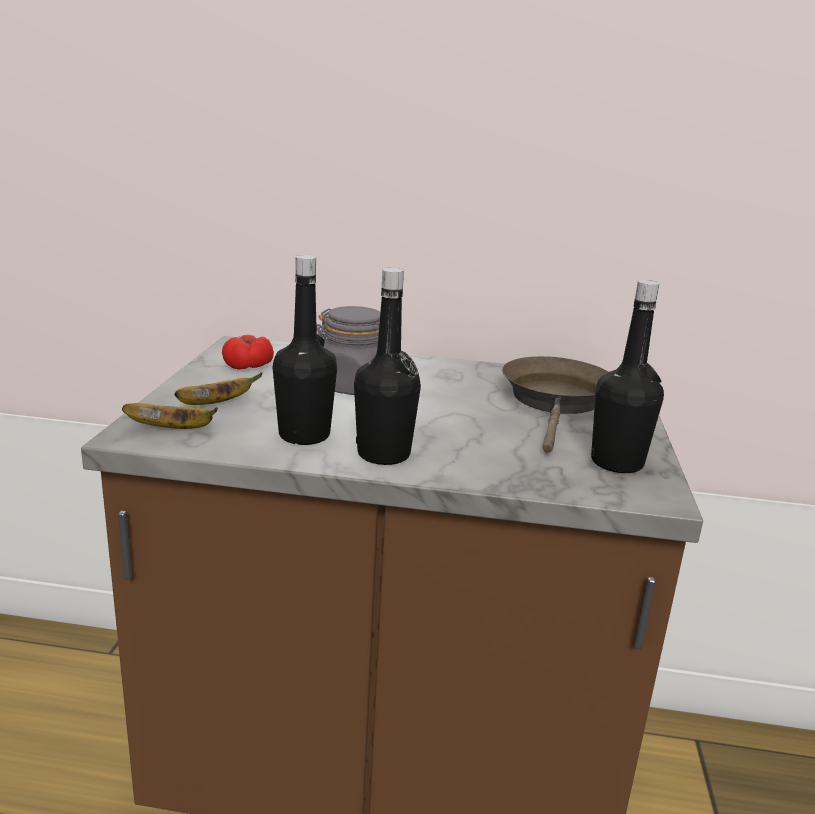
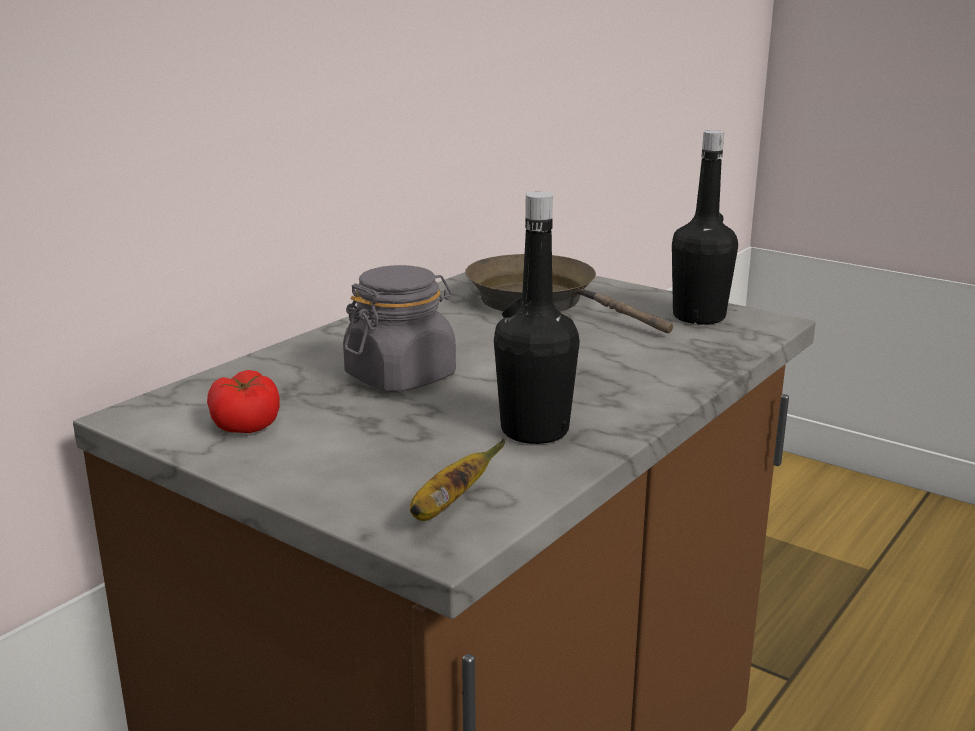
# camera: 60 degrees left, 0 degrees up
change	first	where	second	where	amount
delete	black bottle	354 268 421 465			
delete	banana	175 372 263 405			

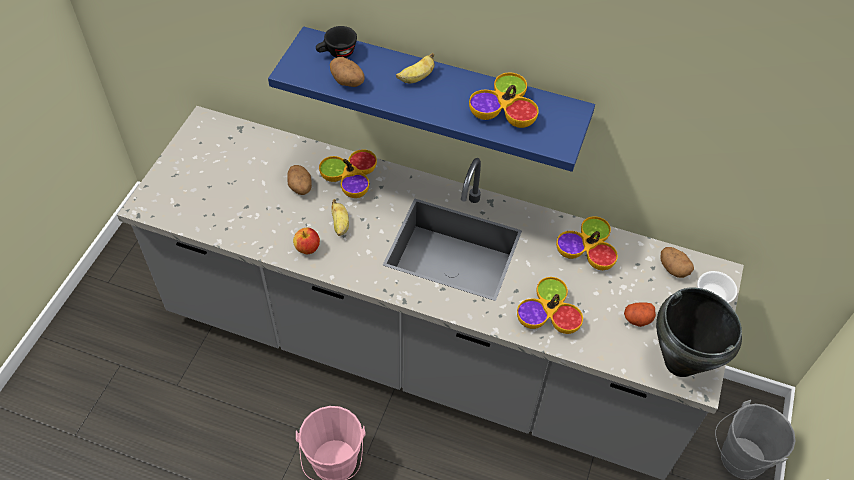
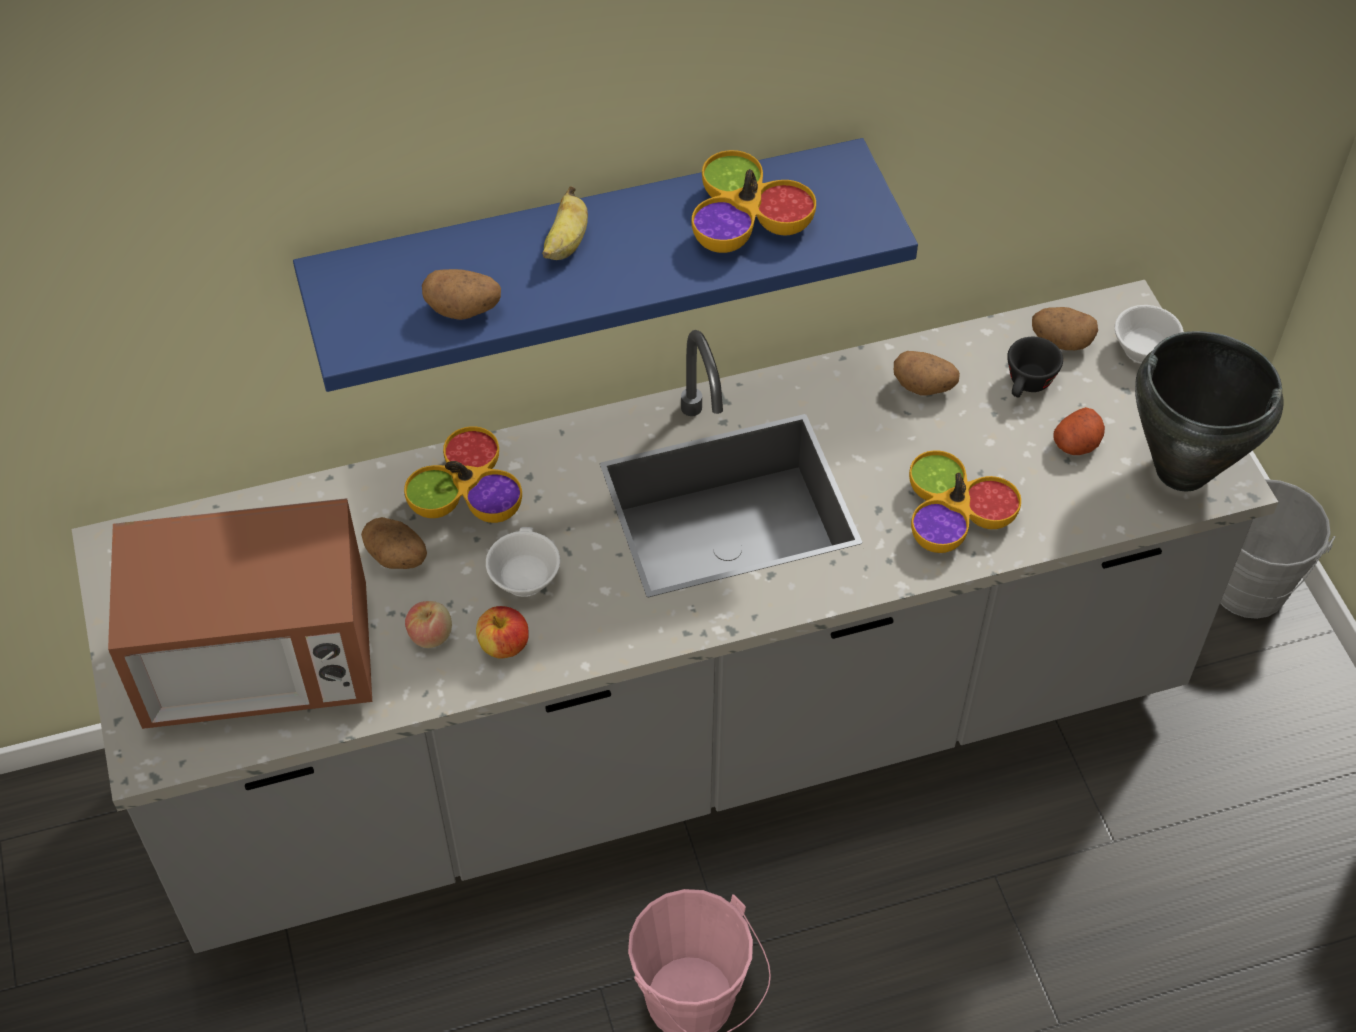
# camera: 35 degrees left, 0 degrees up
change	first	where	second	where	amount
move	black cup	316 26 357 58		1007 337 1063 398	
replace	banana	331 199 349 236	white cup	486 527 560 597	
replace	bowl	556 216 618 270	potato	894 351 960 395	
insert			microwave	108 498 372 729	
insert			apple	405 601 452 648	

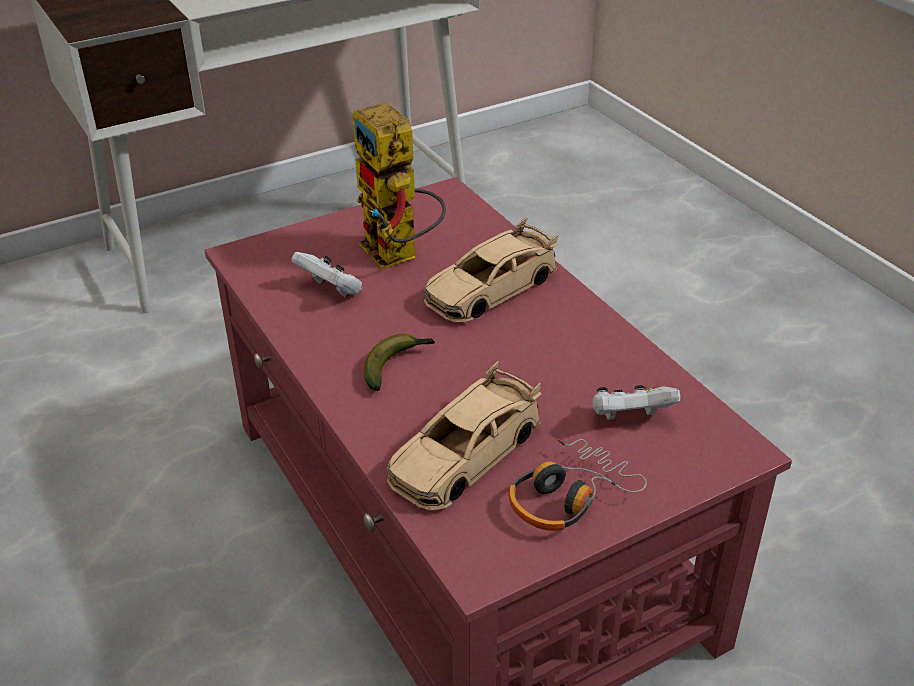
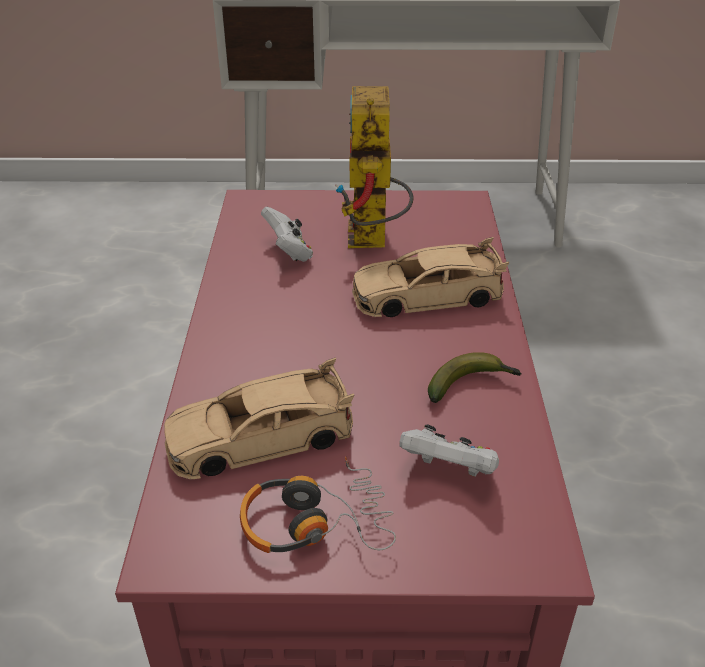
# camera: 30 degrees right, 0 degrees up
change	first	where	second	where	amount
move	banana	364 334 435 391		428 352 522 403	

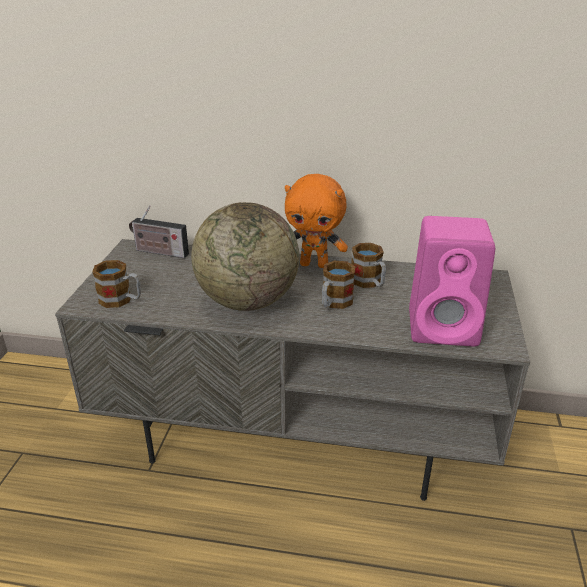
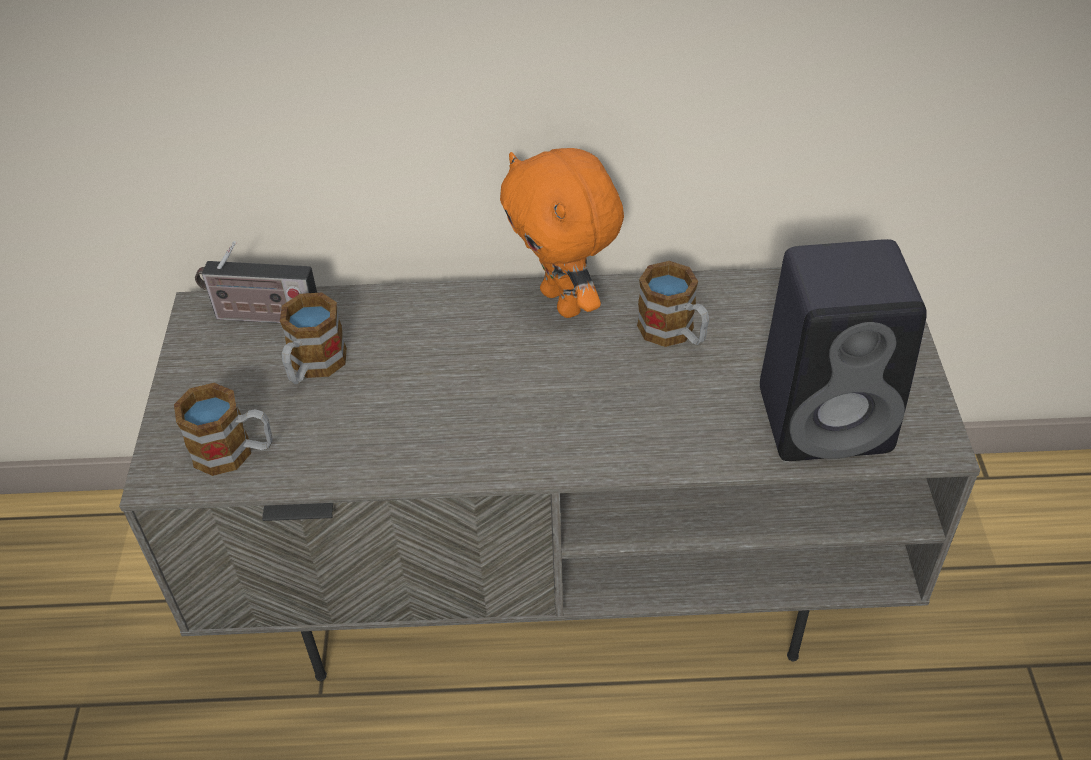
# camera: 10 degrees left, 15 degrees up
change	first	where	second	where	amount
rotate	orange plush toy	285 174 348 268		500 148 624 318	60 degrees clockwise
delete	globe	191 202 299 311			
recolor	pink speaker	409 216 495 346	black speaker	760 239 927 461	
move	mug	322 261 355 309		280 292 347 384	

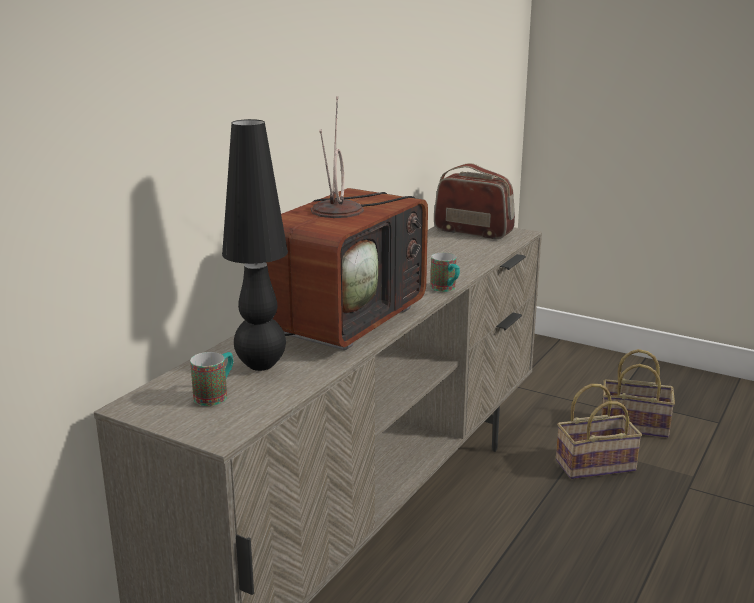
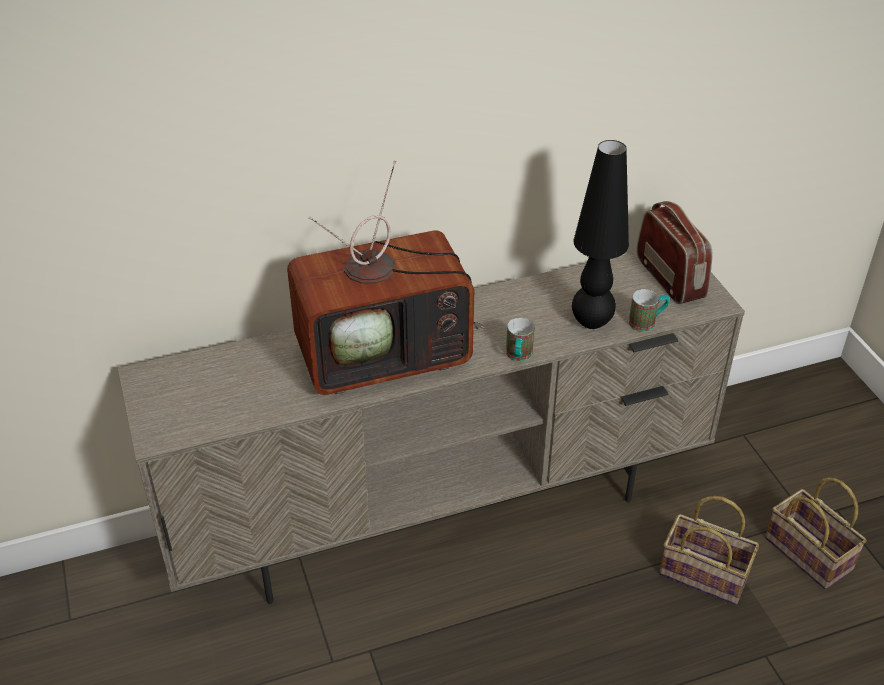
# camera: 40 degrees right, 20 degrees up
change	first	where	second	where	amount
move	black table lamp	222 119 288 371		572 140 629 329	
move	mug	190 352 233 406		629 289 669 332	

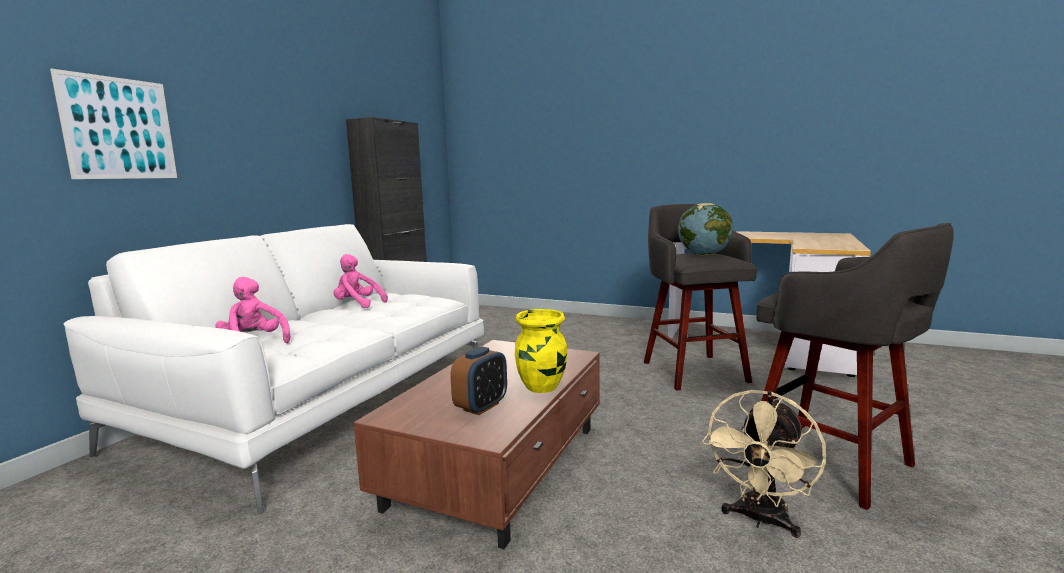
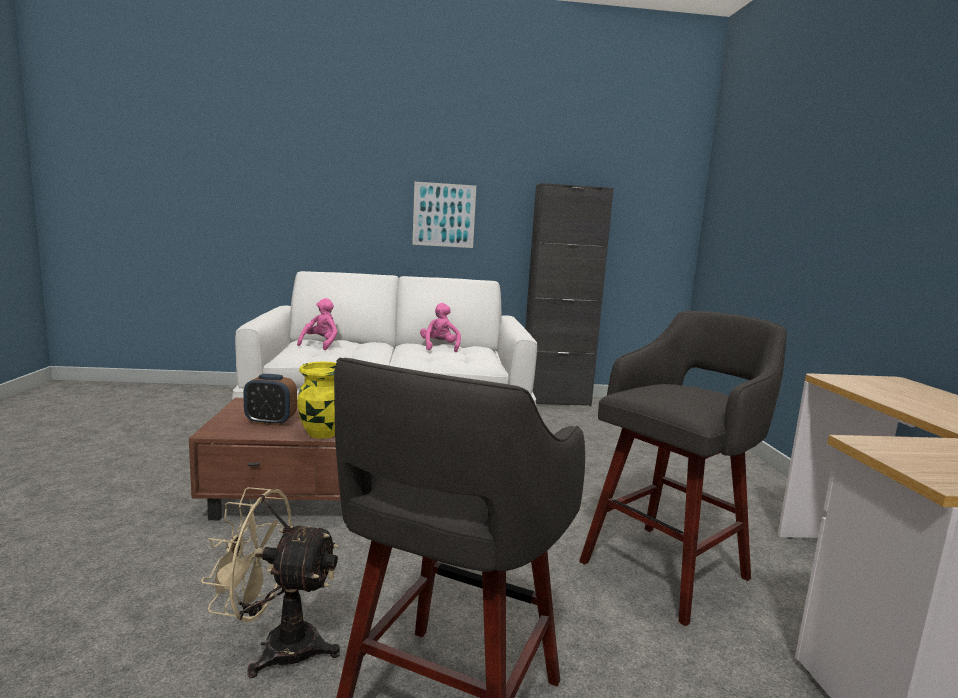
# camera: 60 degrees right, 0 degrees up
change	first	where	second	where	amount
move	picture	50 68 177 179		412 182 476 248	
delete	globe	678 203 733 256			

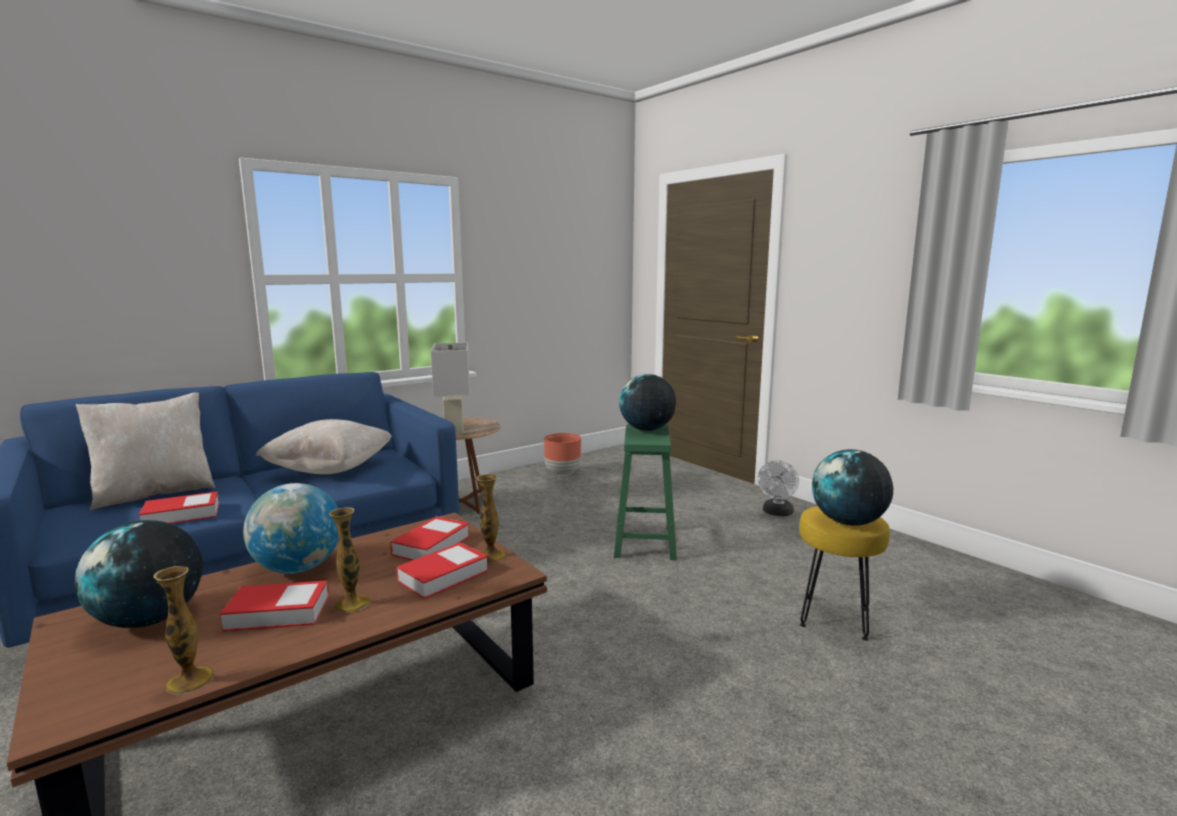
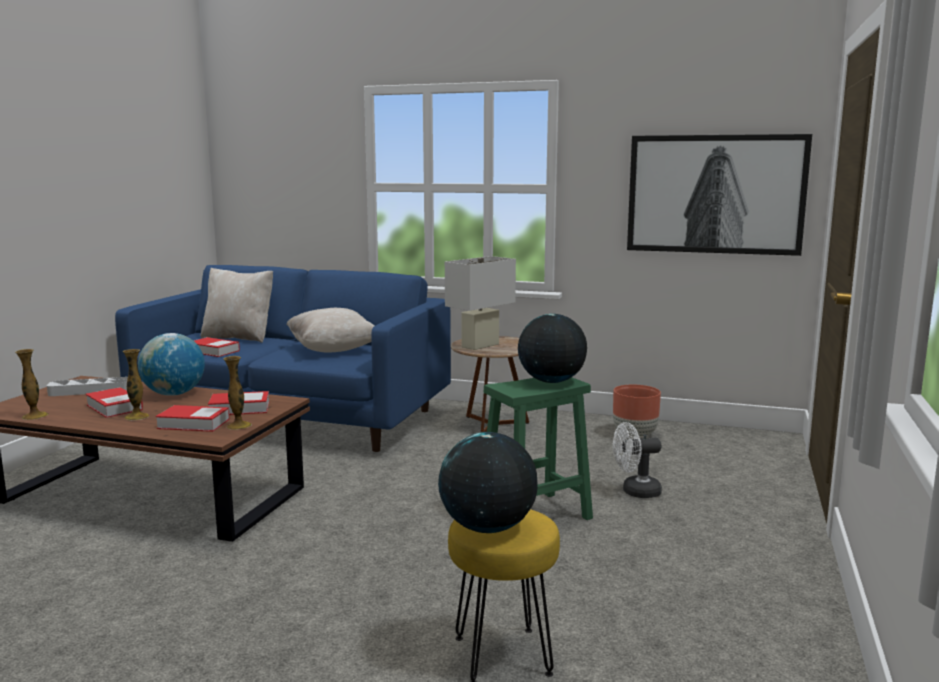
# camera: 55 degrees right, 0 degrees up
change	first	where	second	where	amount
move	white fan	758 460 799 516		612 422 662 498	
replace	globe	75 520 203 628	grey tray	47 377 128 396	
insert			picture	627 134 812 256	

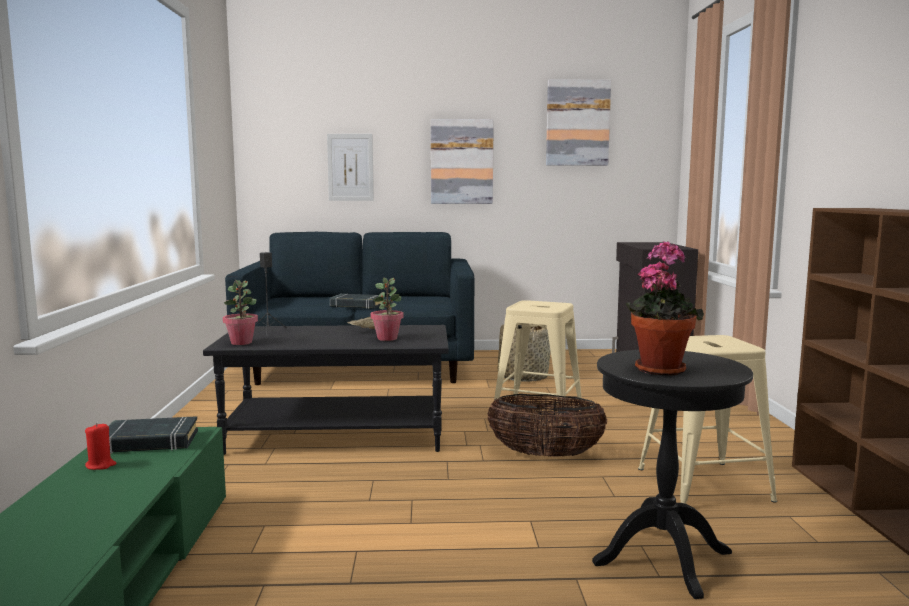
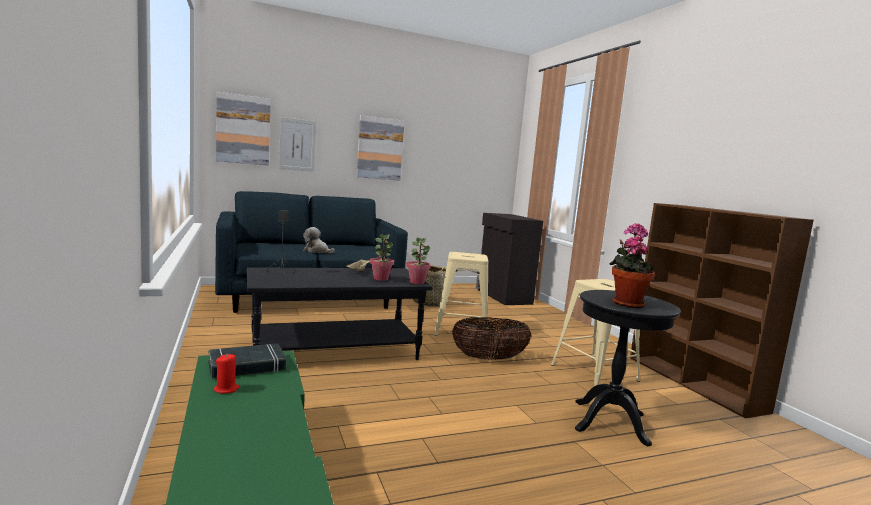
# camera: 20 degrees left, 0 degrees up
change	first	where	second	where	amount
move	picture	546 79 611 166		216 92 271 165	
move	potted plant	223 280 258 345		406 237 431 284	
replace	black book	330 294 385 309	plush toy	303 227 335 253	

